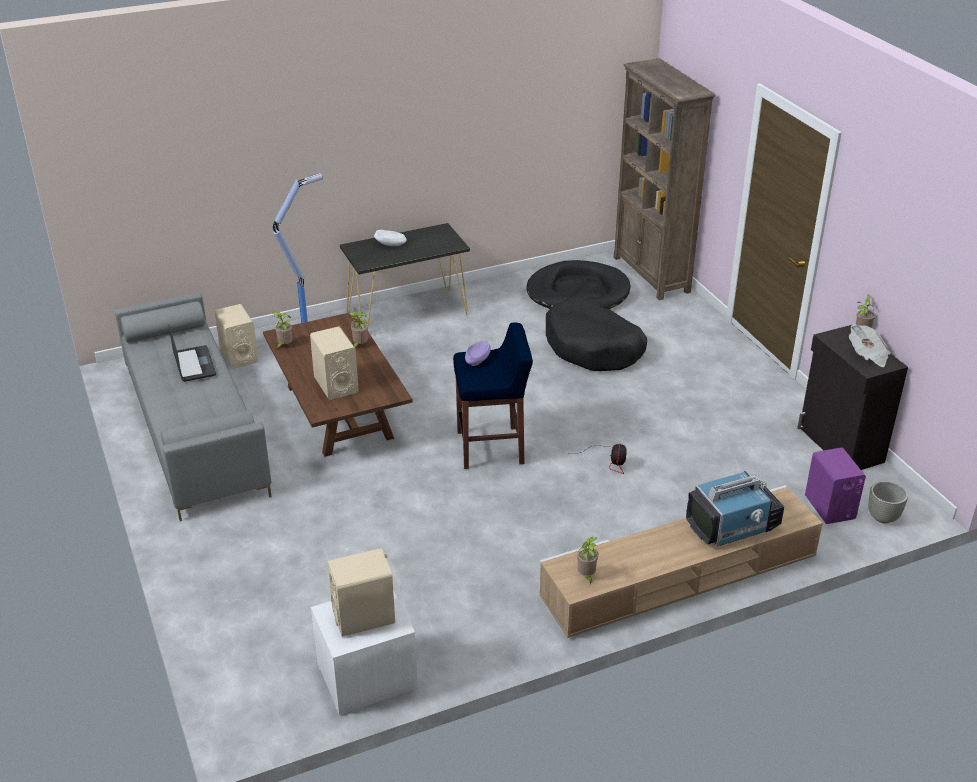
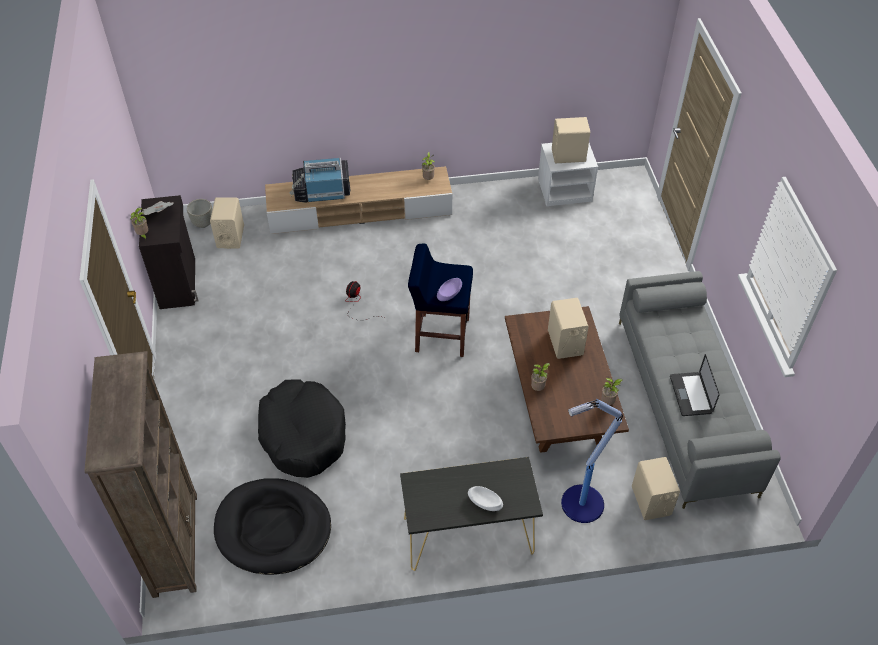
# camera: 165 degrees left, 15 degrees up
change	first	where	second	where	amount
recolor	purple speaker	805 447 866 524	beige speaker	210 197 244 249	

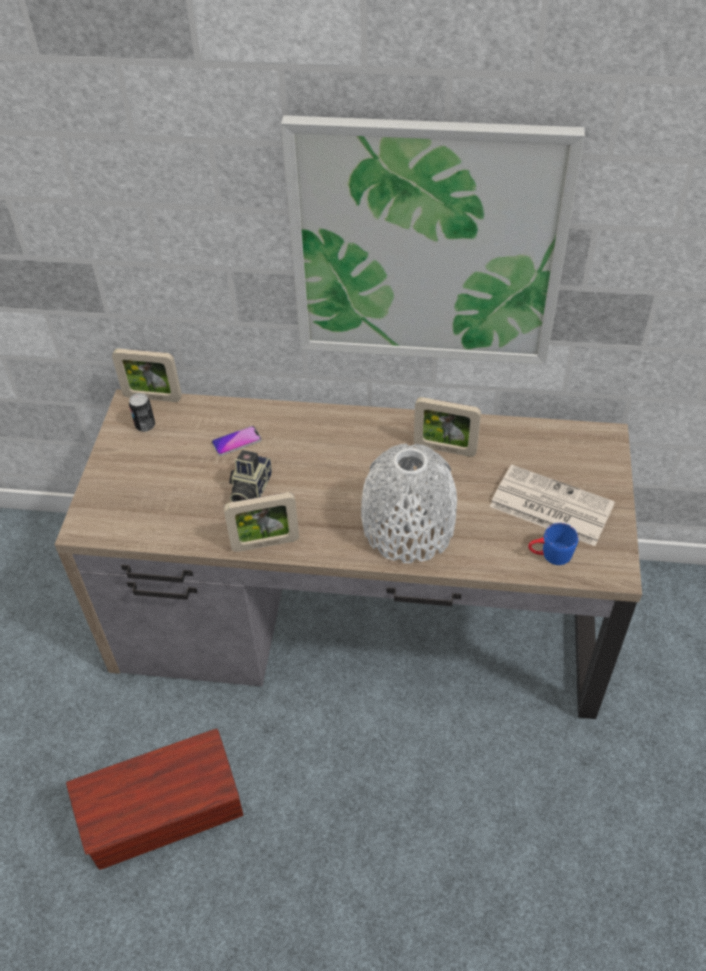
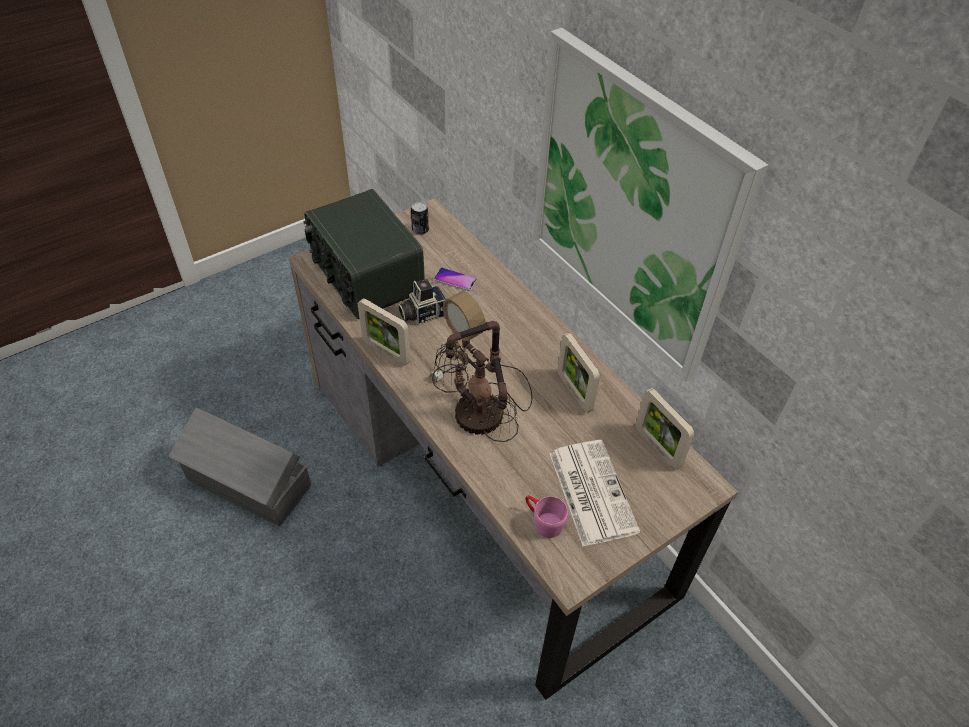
# camera: 45 degrees right, 0 degrees up
change	first	where	second	where	amount
move	picture frame	112 348 182 402		636 388 695 470	
replace	white vase	361 443 457 563	table lamp	429 292 532 442	
recolor	blue mug	528 523 578 565	pink mug	525 495 568 538	
recolor	brown storage box	66 729 243 870	grey storage box	168 408 311 526	
insert			radio	303 189 425 319	

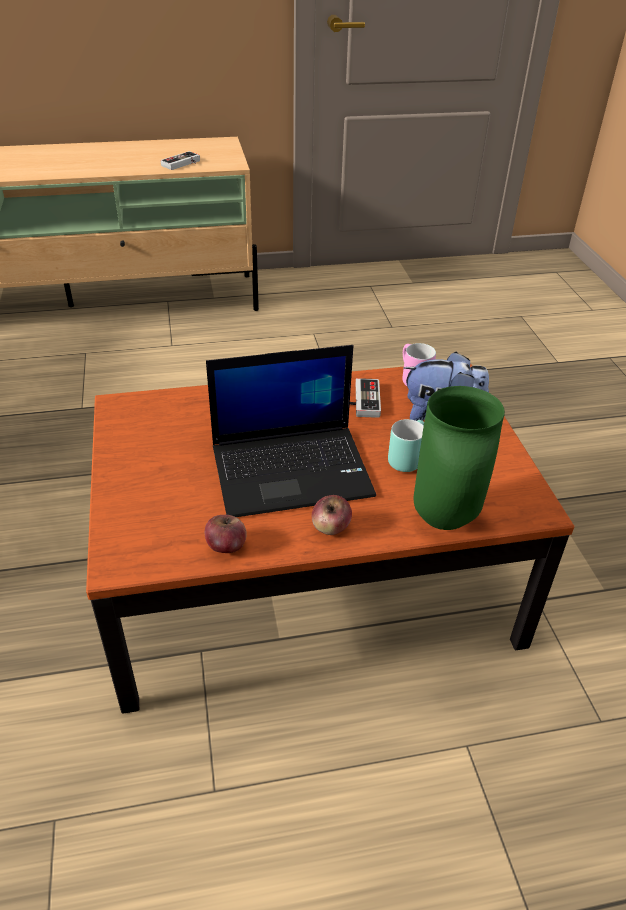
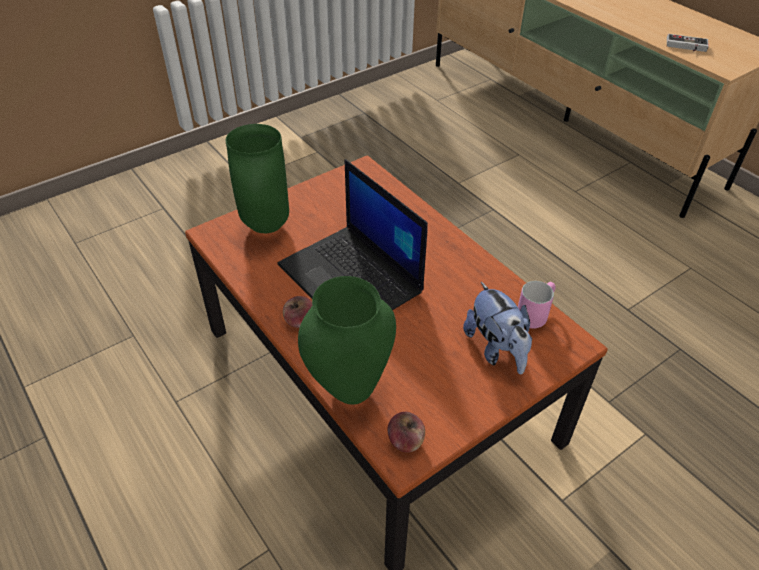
# camera: 65 degrees right, 5 degrees up
change	first	where	second	where	amount
delete	game controller	350 378 381 418			
delete	turquoise mug	388 419 424 472			
move	apple	205 515 247 553		387 412 425 453	
insert			green vase	226 124 289 233	

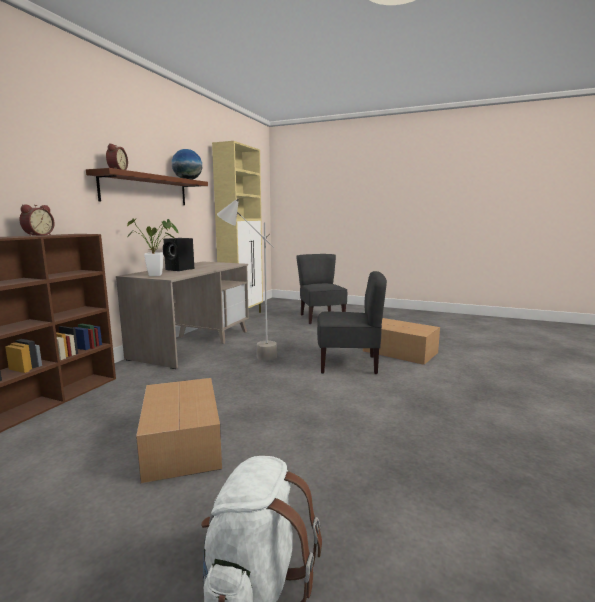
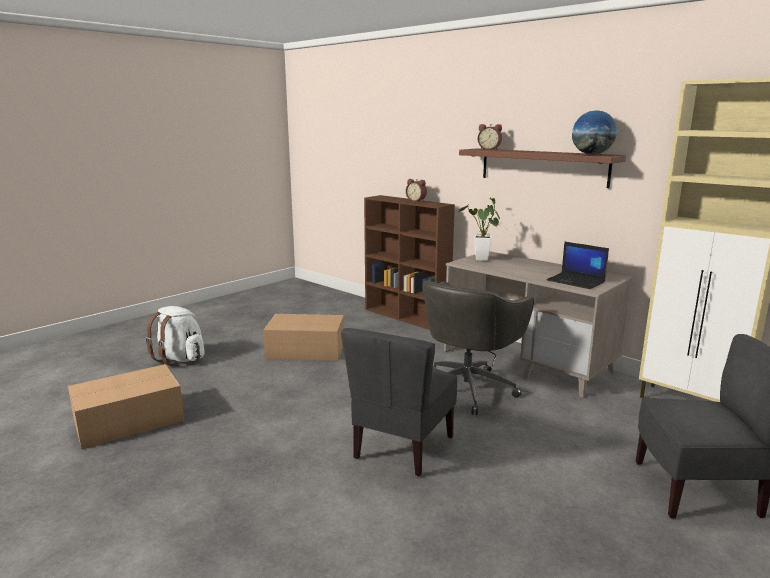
# camera: 110 degrees right, 5 degrees up
change	first	where	second	where	amount
replace	grey floor lamp	217 198 277 360	grey office chair	422 281 534 415	
delete	black speaker	163 238 194 271			
move	cardboard box	363 318 440 365		68 364 184 449	
insert			laptop	546 242 609 289	

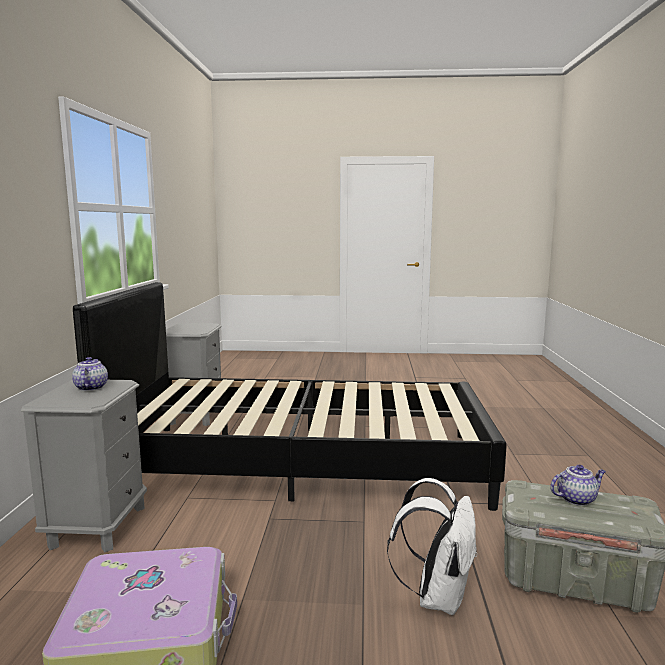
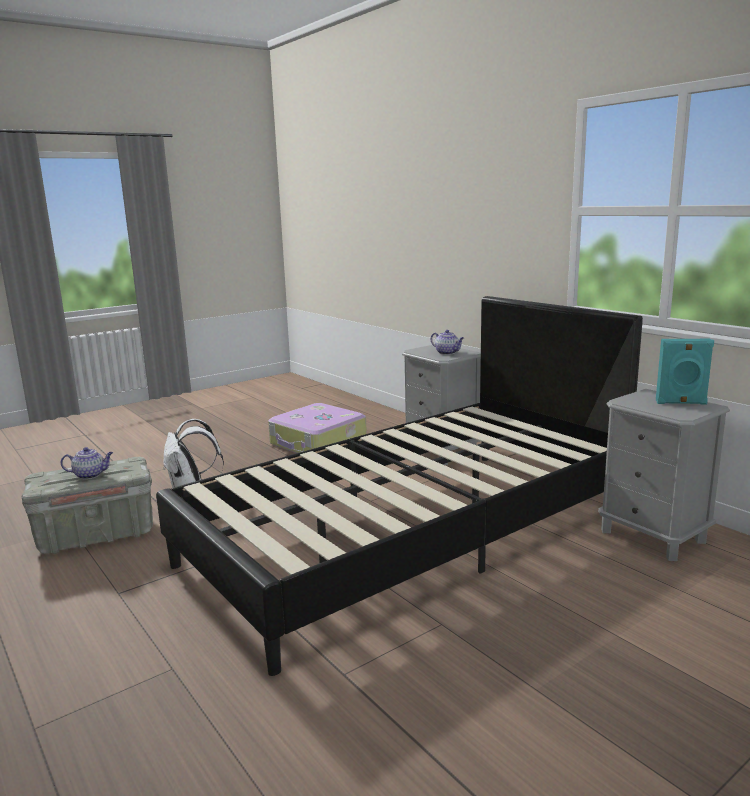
# camera: 140 degrees right, 5 degrees up
change	first	where	second	where	amount
rotate	teapot	550 465 606 506		61 447 113 479	135 degrees counterclockwise
insert			turquoise speaker	656 339 714 405	

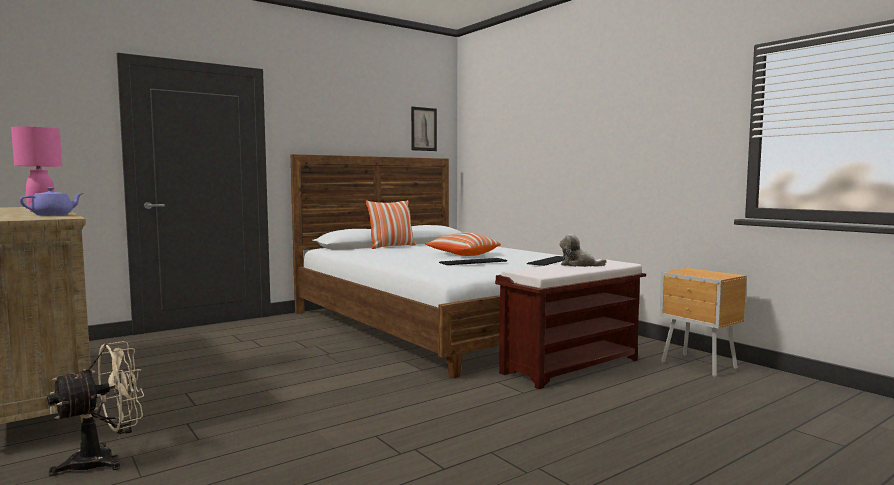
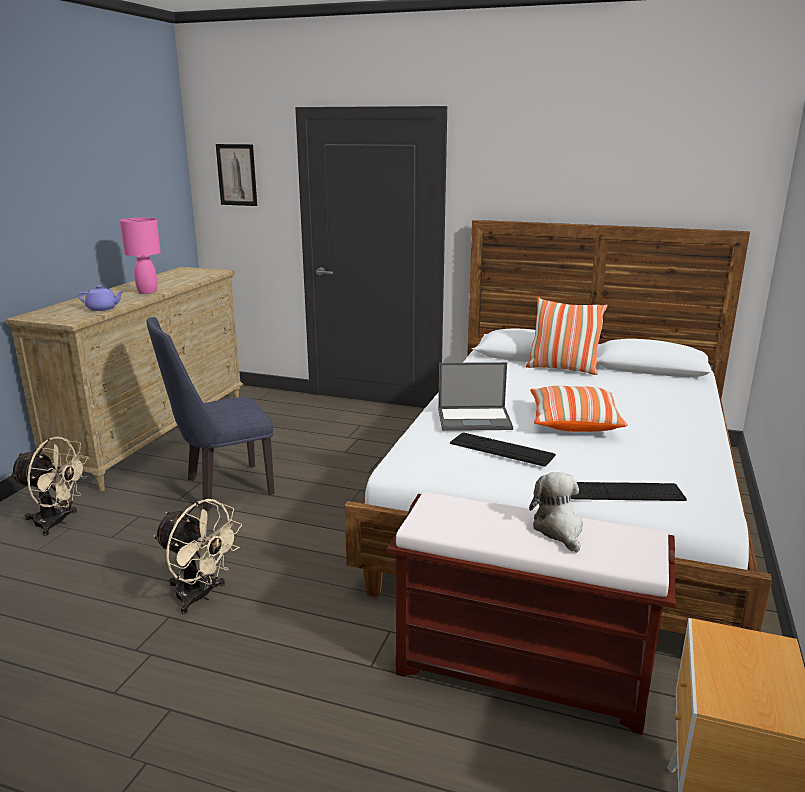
# camera: 55 degrees right, 15 degrees up
change	first	where	second	where	amount
move	picture	411 107 437 151		216 144 257 206	
insert			blue chair	146 317 275 511	
insert			laptop	438 362 513 431	
insert			beige fan	154 499 242 614	

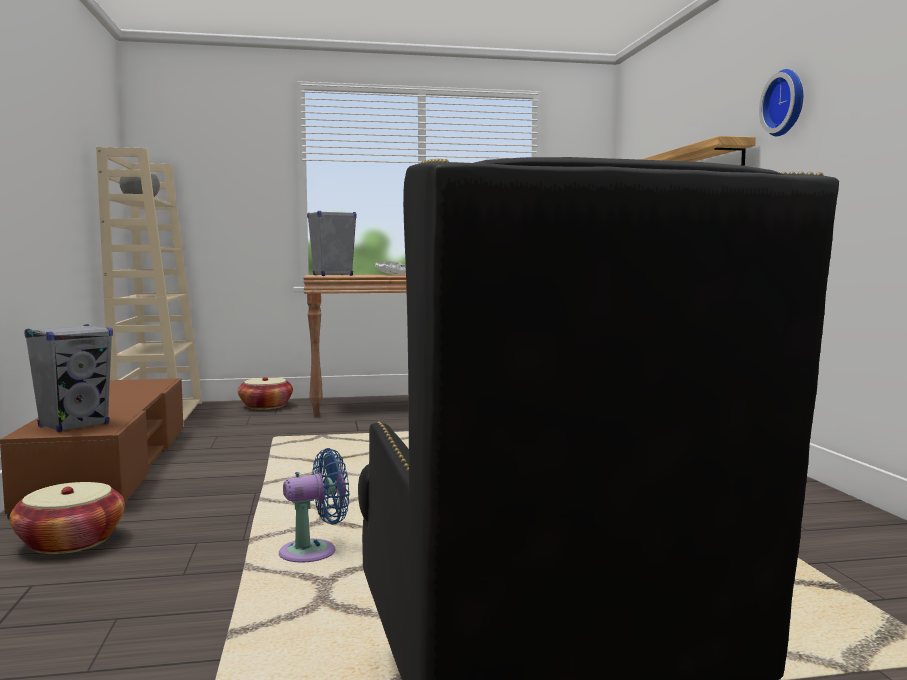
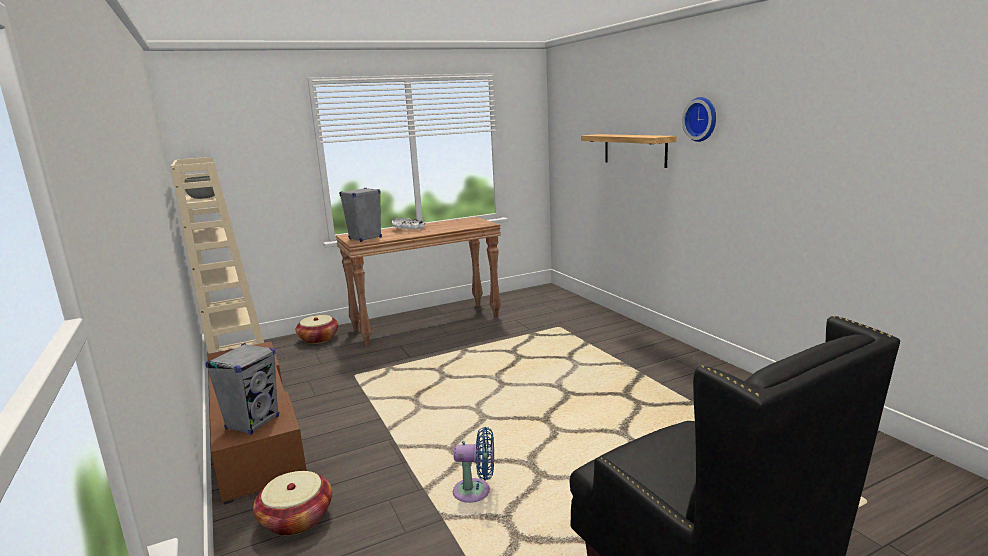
# camera: 15 degrees left, 10 degrees up
change	first	where	second	where	amount
rotate	blue fan	279 448 350 563		453 427 494 503	45 degrees clockwise

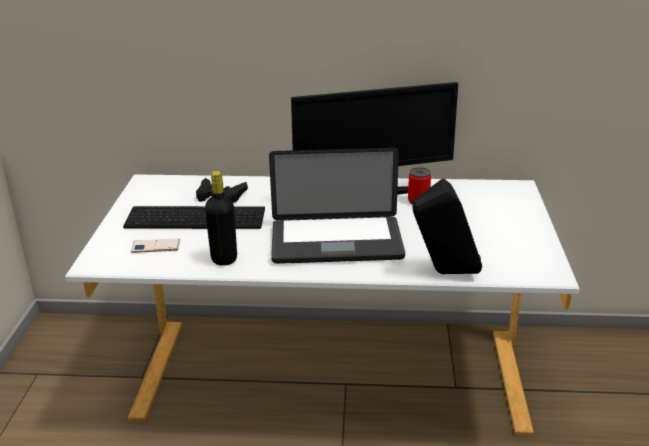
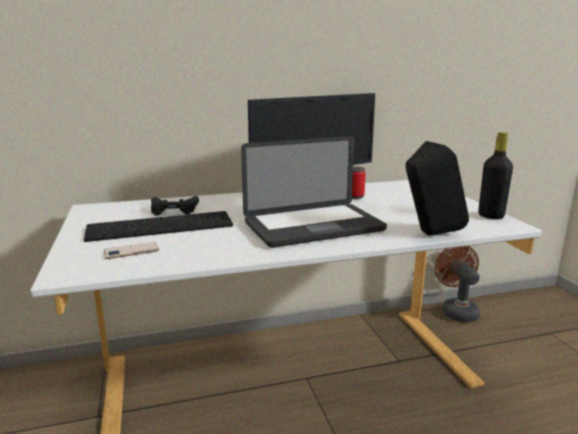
# camera: 20 degrees left, 10 degrees down
change	first	where	second	where	amount
move	black bottle	205 171 237 266		478 132 513 219	
insert			brown fan	435 246 480 322	

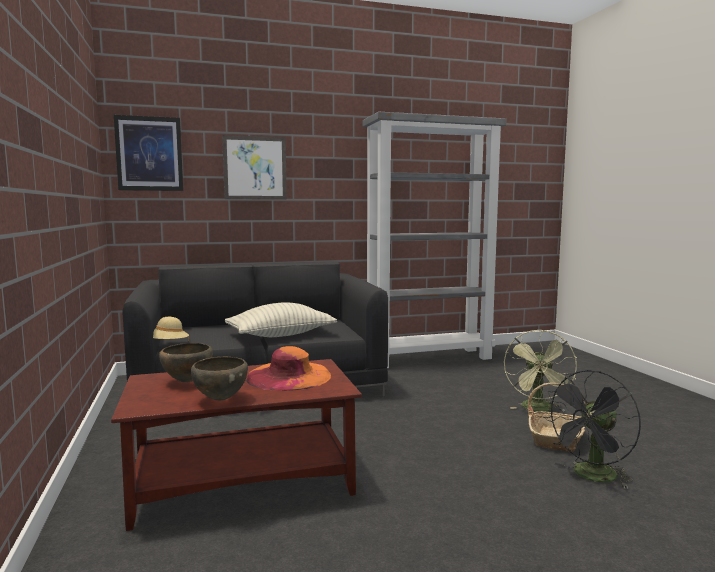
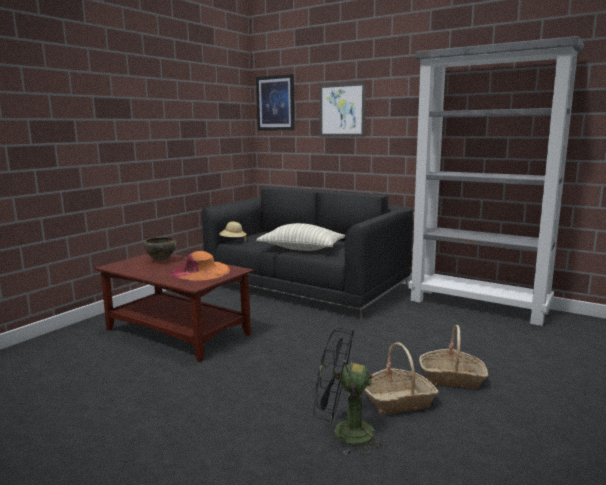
# camera: 50 degrees right, 5 degrees up
change	first	where	second	where	amount
replace	green fan	504 330 577 412	basket	419 325 488 389	
delete	brown bowl	191 357 248 401			

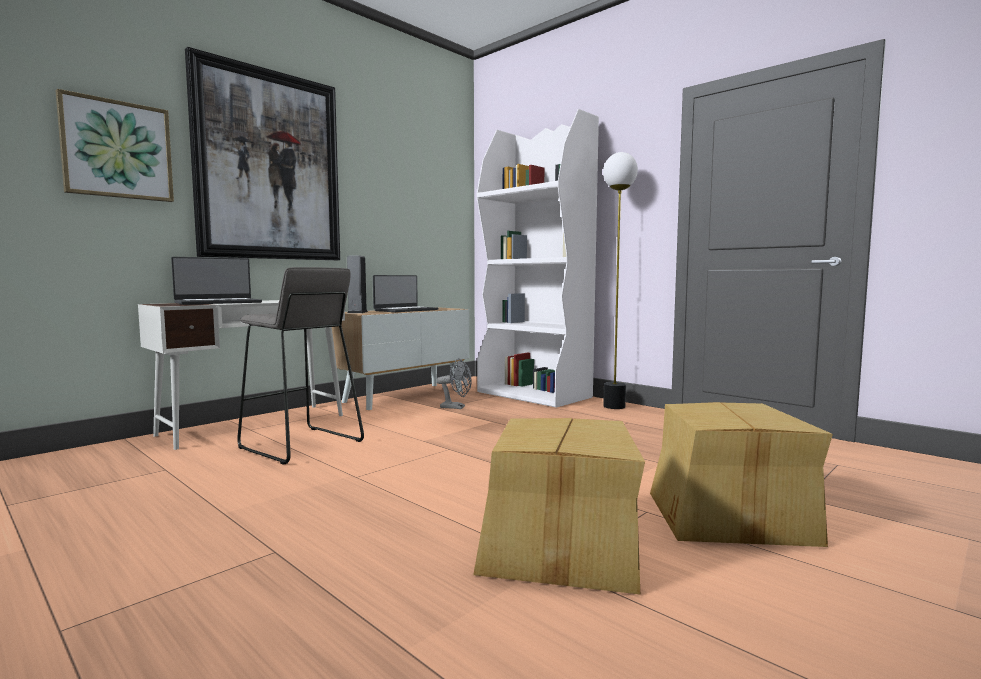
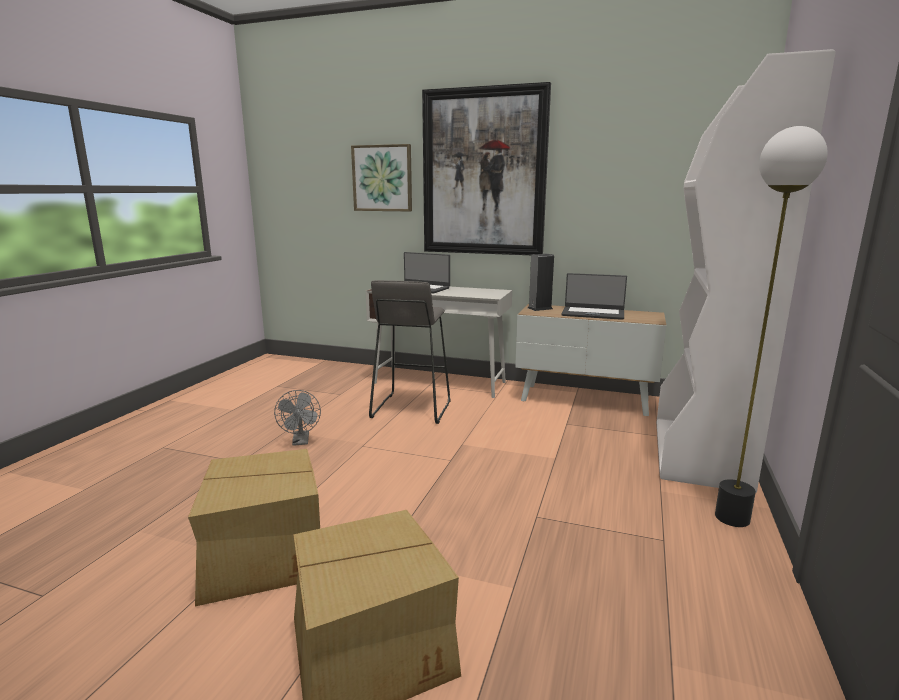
# camera: 65 degrees right, 10 degrees up
change	first	where	second	where	amount
move	grey fan	436 358 472 409		274 390 321 446	

